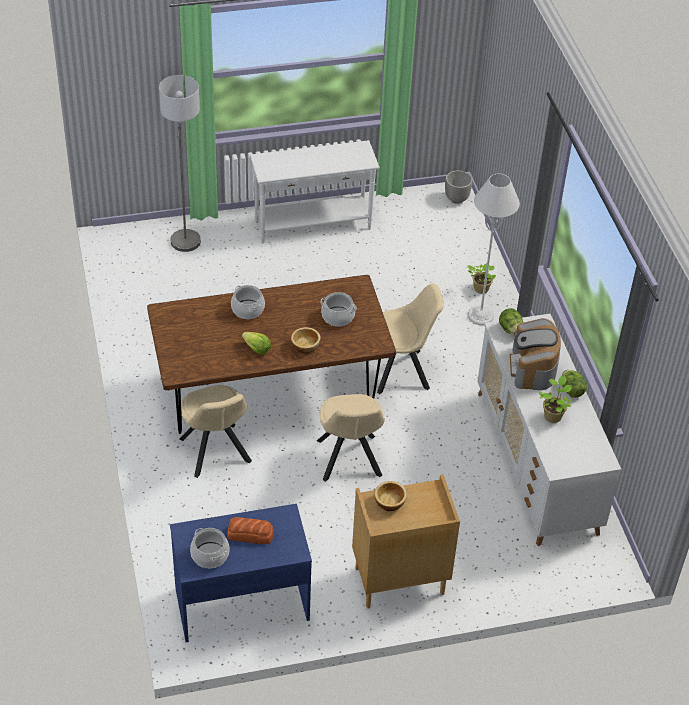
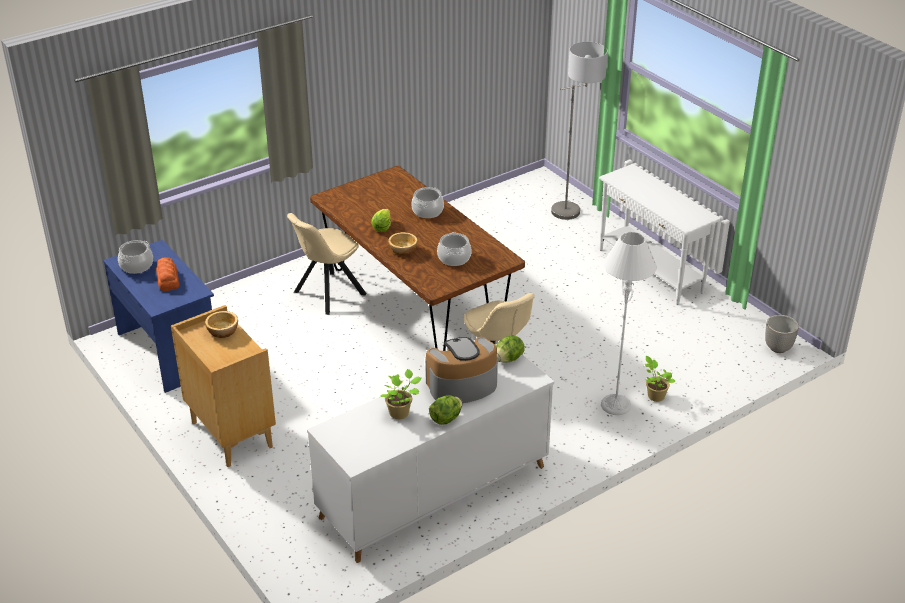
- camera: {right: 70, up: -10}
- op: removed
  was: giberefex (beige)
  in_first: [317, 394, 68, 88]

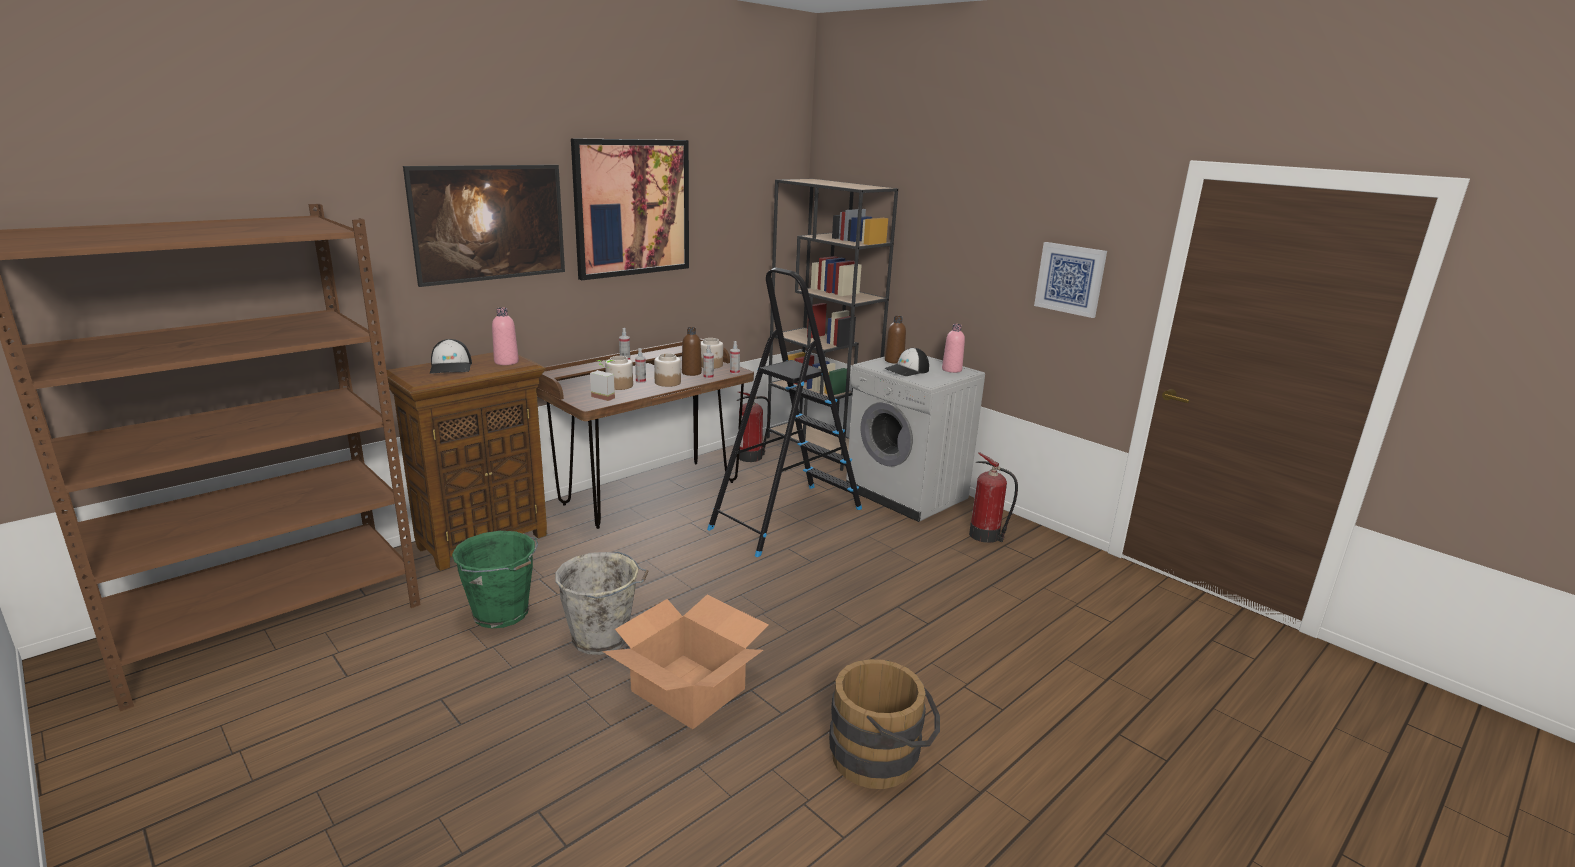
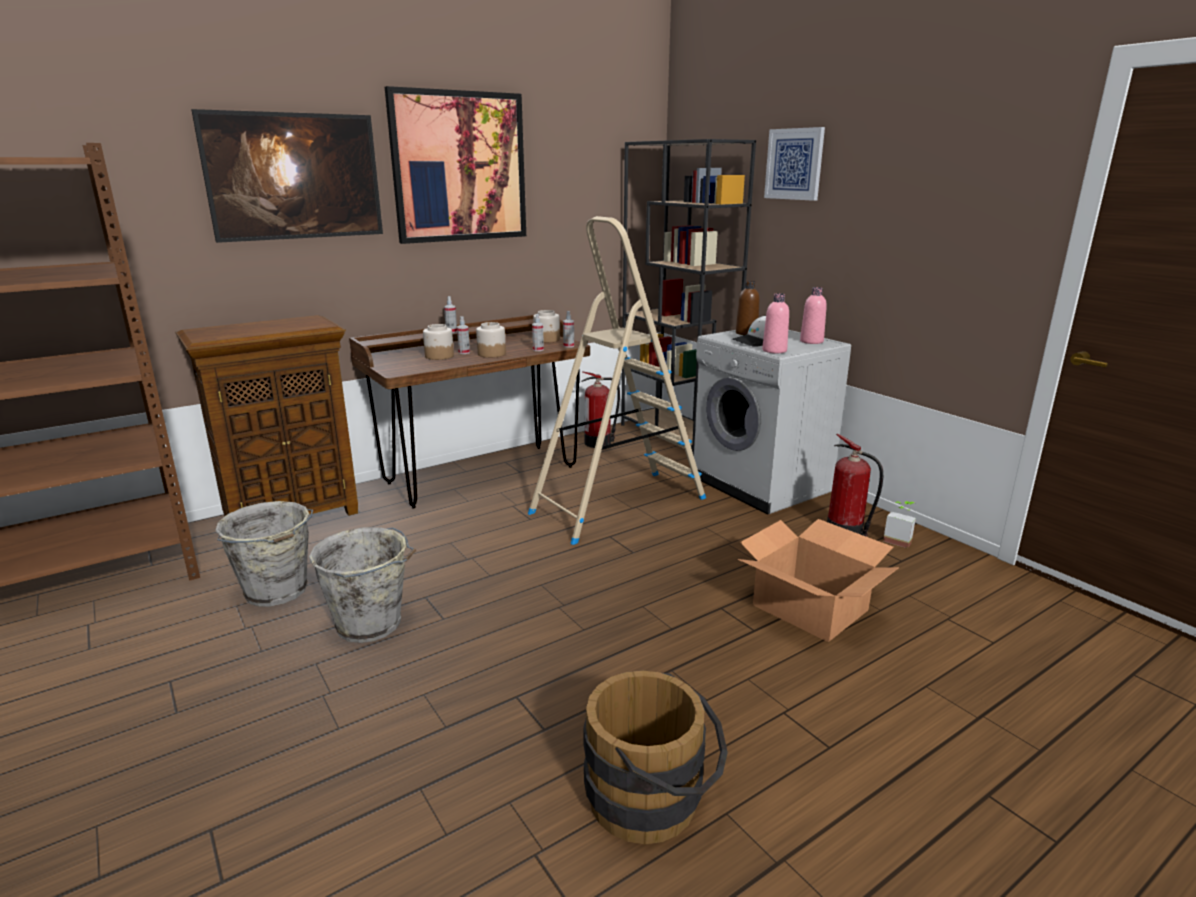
- camera: {right: 10, up: 0}
- op: recoloured
  was: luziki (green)
  now: luziki (grey)
  in_first: [452, 531, 86, 97]
  in_second: [215, 501, 98, 106]
- op: recoloured
  was: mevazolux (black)
  now: mevazolux (beige)
  in_first: [707, 268, 155, 289]
  in_second: [528, 216, 178, 329]
- op: moved
  was: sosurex
  in_first: [602, 595, 167, 134]
  in_second: [738, 519, 161, 123]
- op: moved
  was: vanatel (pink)
  in_first: [492, 308, 27, 57]
  in_second: [762, 293, 27, 60]
- op: moved
  was: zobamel
  in_first: [1034, 242, 73, 76]
  in_second: [764, 127, 61, 74]
- op: moved
  was: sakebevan
  in_first: [590, 360, 25, 41]
  in_second: [883, 501, 33, 47]
- op: removed
  was: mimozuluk
  in_first: [430, 339, 42, 34]
- op: removed
  was: vanatel (brown)
  in_first: [682, 327, 20, 49]

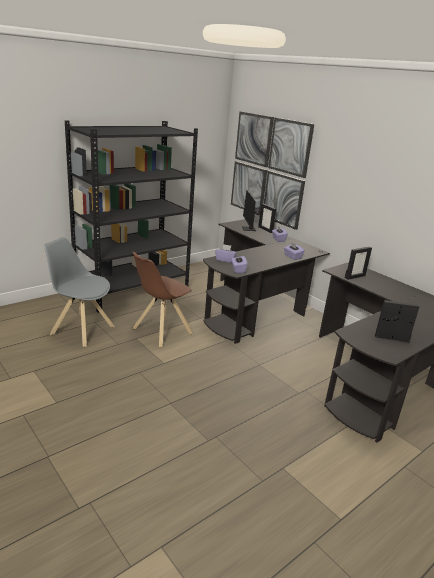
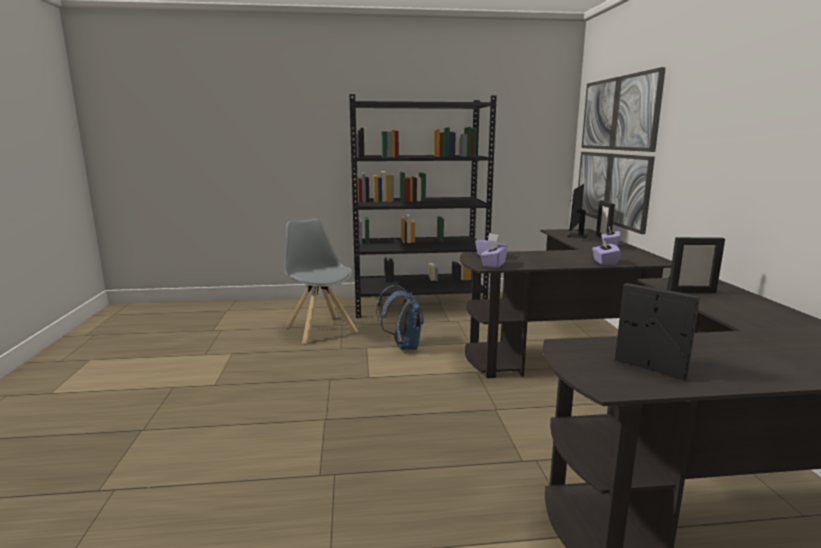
- camera: {right: 35, up: -10}
- op: replaced
  was: giberefex (brown)
  now: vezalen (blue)
  in_first: [132, 252, 61, 95]
  in_second: [376, 285, 48, 65]

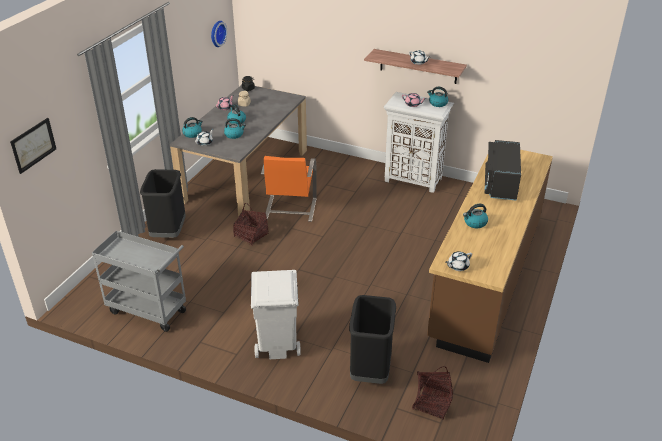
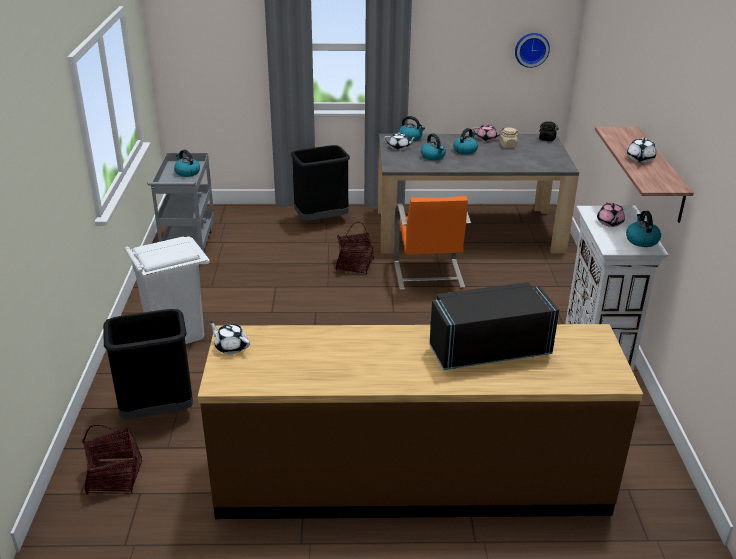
- camera: {right: 65, up: -5}
- op: moved
  was: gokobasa
  in_first: [463, 204, 25, 24]
  in_second: [174, 150, 26, 27]
- op: turned
  was: giberefex (orange)
  in_first: [261, 156, 56, 66]
  in_second: [394, 196, 77, 94]
  clockwise: -75
- op: removed
  was: zobamel
  in_first: [10, 118, 46, 56]

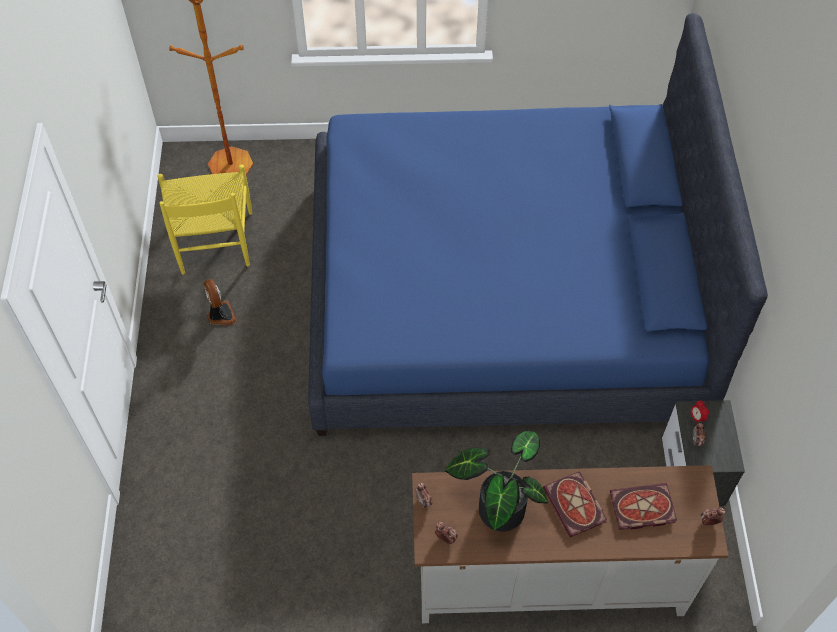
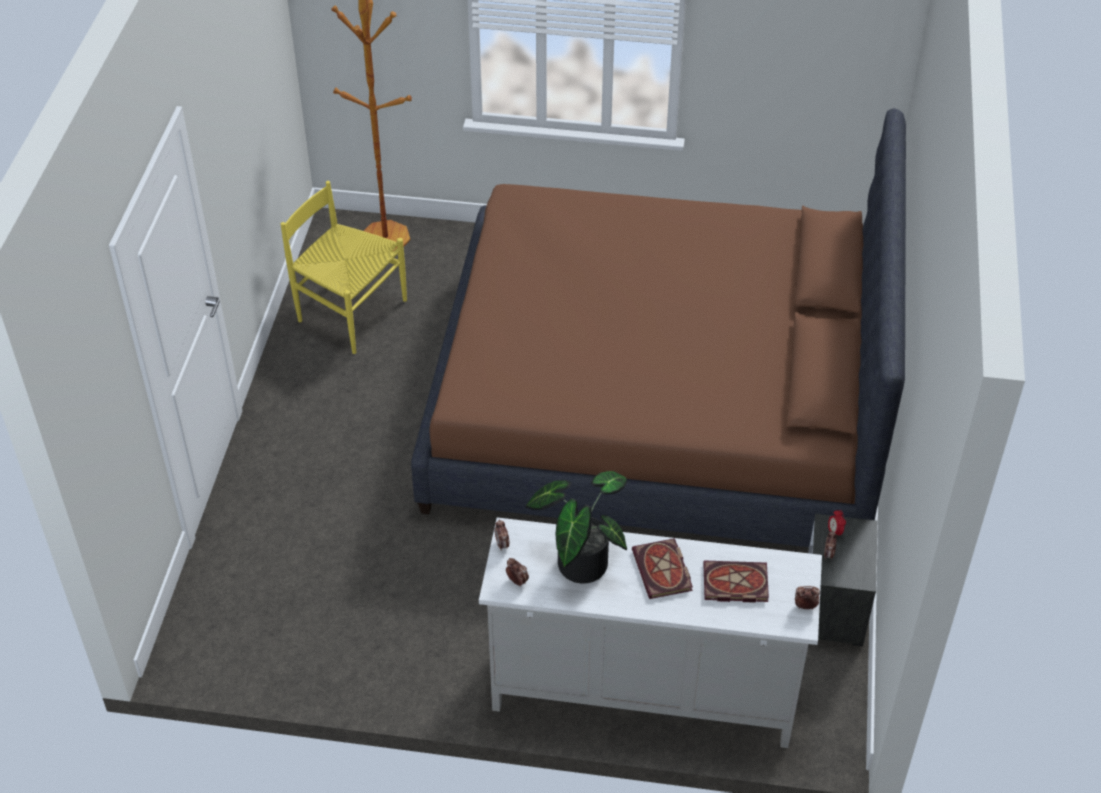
- camera: {right: 10, up: -10}
- op: turned
  was: giberefex (yellow)
  in_first: [157, 164, 95, 110]
  in_second: [281, 181, 126, 173]
  clockwise: 120
- op: recoloured
  was: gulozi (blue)
  now: gulozi (brown)
  in_first: [308, 13, 460, 423]
  in_second: [411, 108, 495, 439]
- op: recoloured
  was: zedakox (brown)
  now: zedakox (white)
  in_first: [412, 465, 317, 158]
  in_second: [479, 518, 343, 230]
- op: removed
  was: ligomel
  in_first: [204, 279, 33, 46]

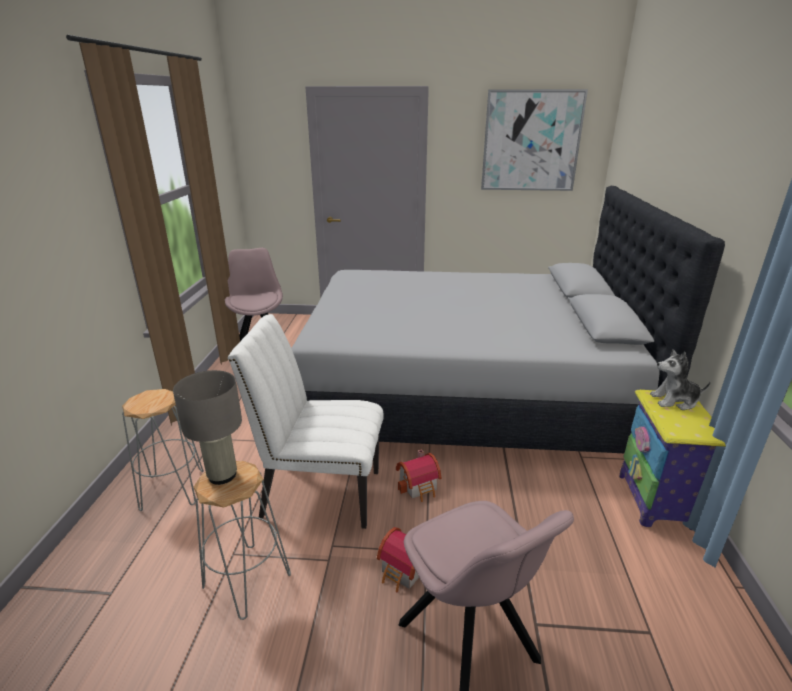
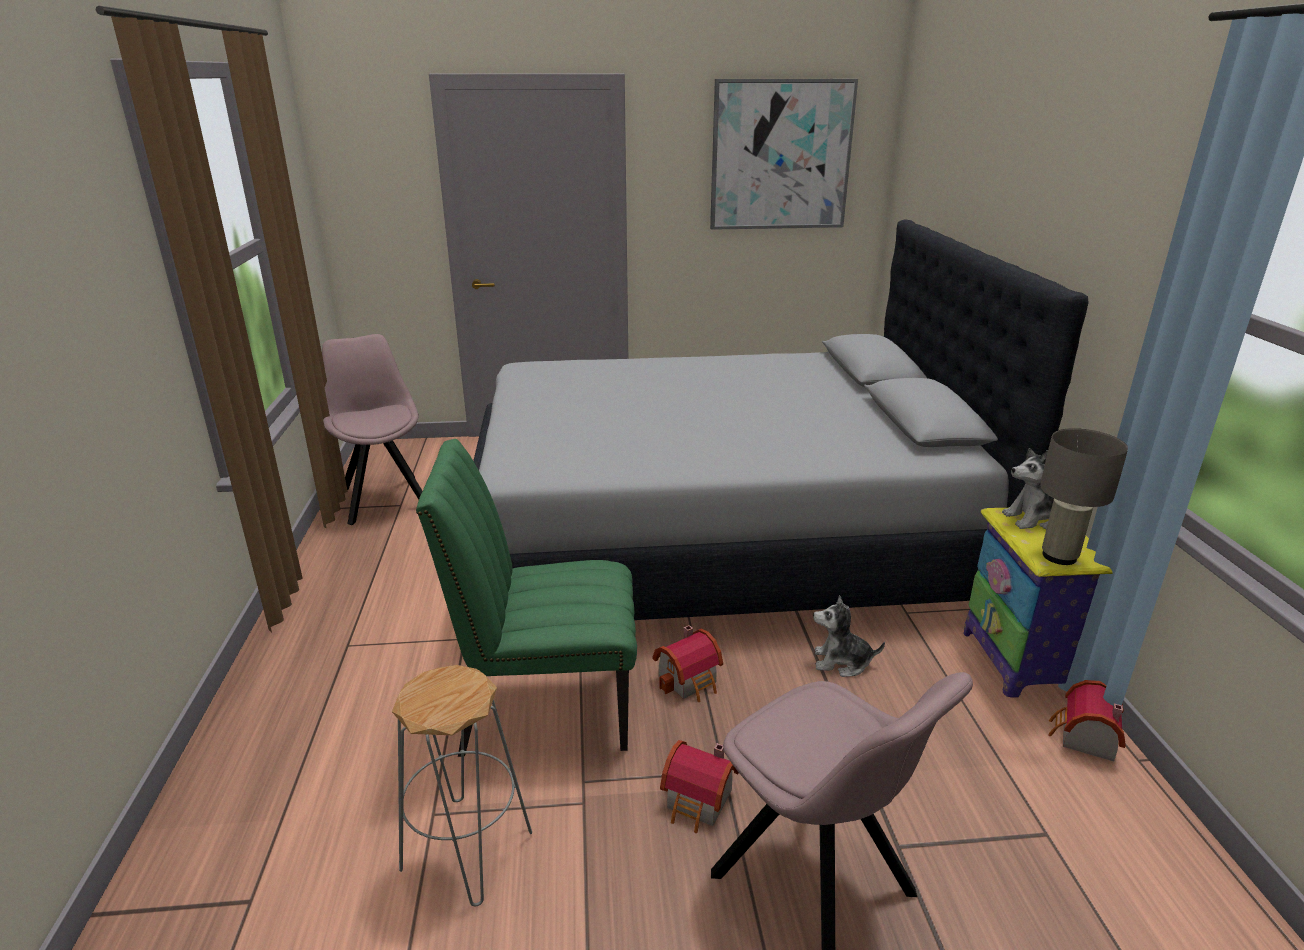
- camera: {right: -10, up: 0}
- op: recoloured
  was: giberefex (white)
  now: giberefex (green)
  in_first: [228, 314, 156, 215]
  in_second: [416, 439, 221, 318]
- op: added
  now: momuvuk
  in_second: [813, 595, 72, 82]
- op: moved
  was: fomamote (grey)
  in_first: [173, 370, 69, 115]
  in_second: [1040, 428, 88, 137]
- op: added
  now: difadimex
  in_second: [1048, 680, 78, 81]
- op: removed
  was: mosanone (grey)
  in_first: [122, 389, 82, 122]

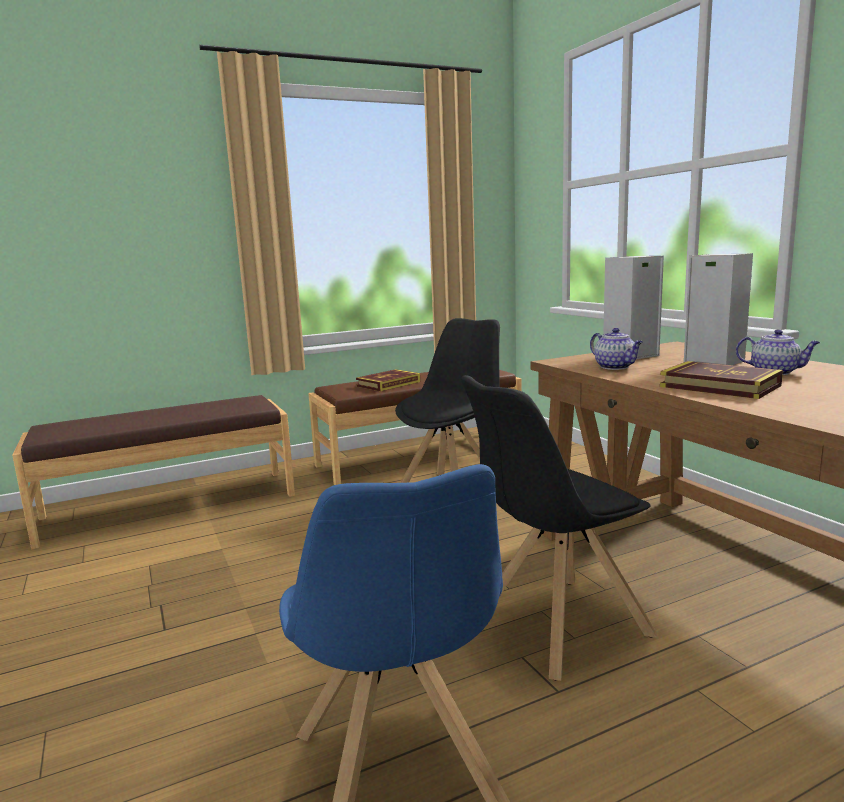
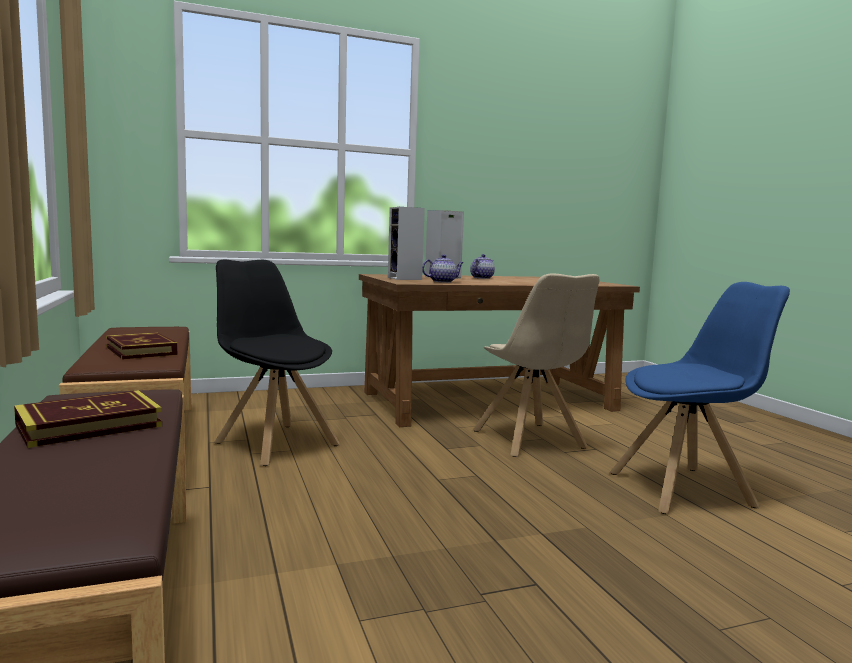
- camera: {right: -85, up: -5}
- op: moved
  was: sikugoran
  in_first: [660, 361, 123, 38]
  in_second: [14, 390, 148, 58]
- op: recoloured
  was: giberefex (black)
  now: giberefex (beige)
  in_first: [461, 375, 196, 306]
  in_second: [472, 274, 128, 183]

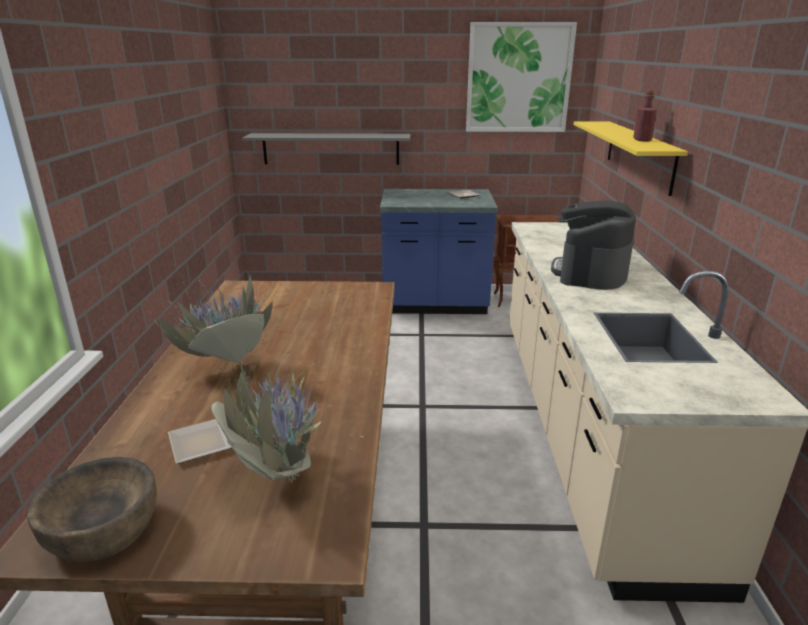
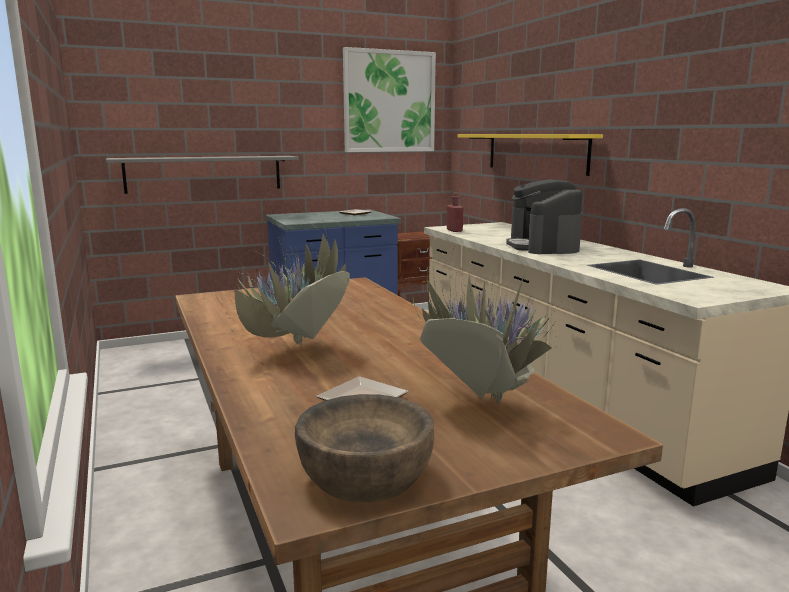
- camera: {right: -25, up: -10}
- op: moved
  was: vanatel (red)
  in_first: [633, 91, 24, 50]
  in_second: [447, 193, 17, 39]

